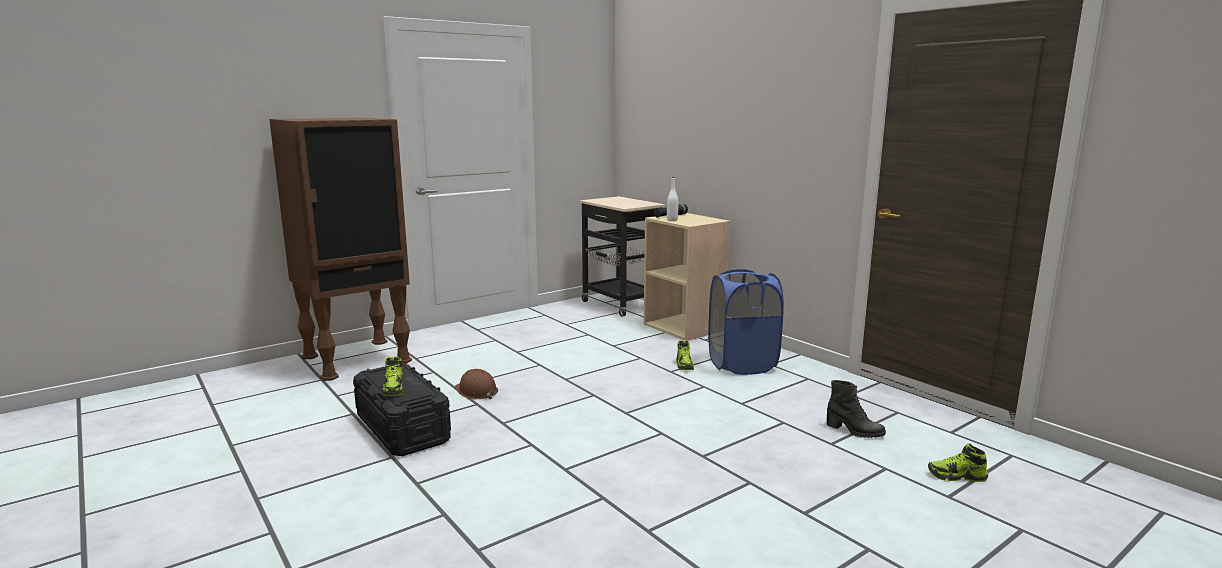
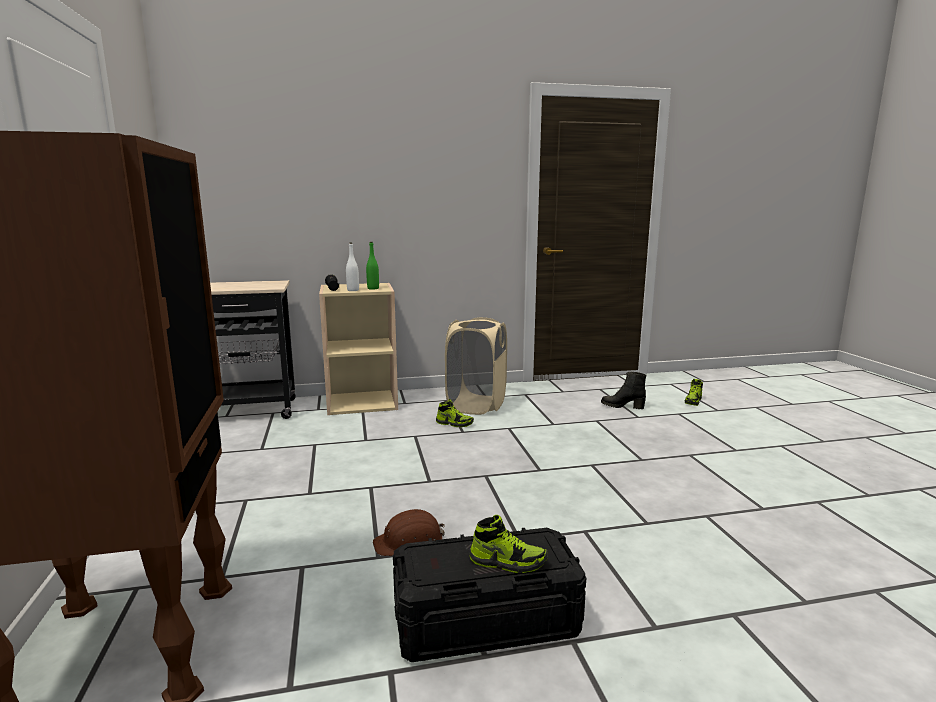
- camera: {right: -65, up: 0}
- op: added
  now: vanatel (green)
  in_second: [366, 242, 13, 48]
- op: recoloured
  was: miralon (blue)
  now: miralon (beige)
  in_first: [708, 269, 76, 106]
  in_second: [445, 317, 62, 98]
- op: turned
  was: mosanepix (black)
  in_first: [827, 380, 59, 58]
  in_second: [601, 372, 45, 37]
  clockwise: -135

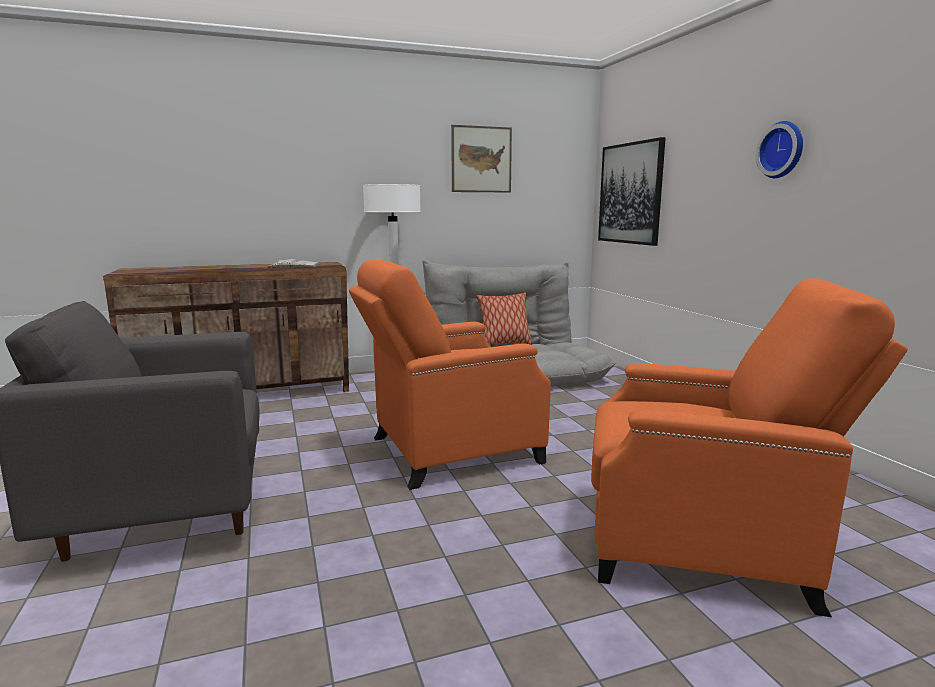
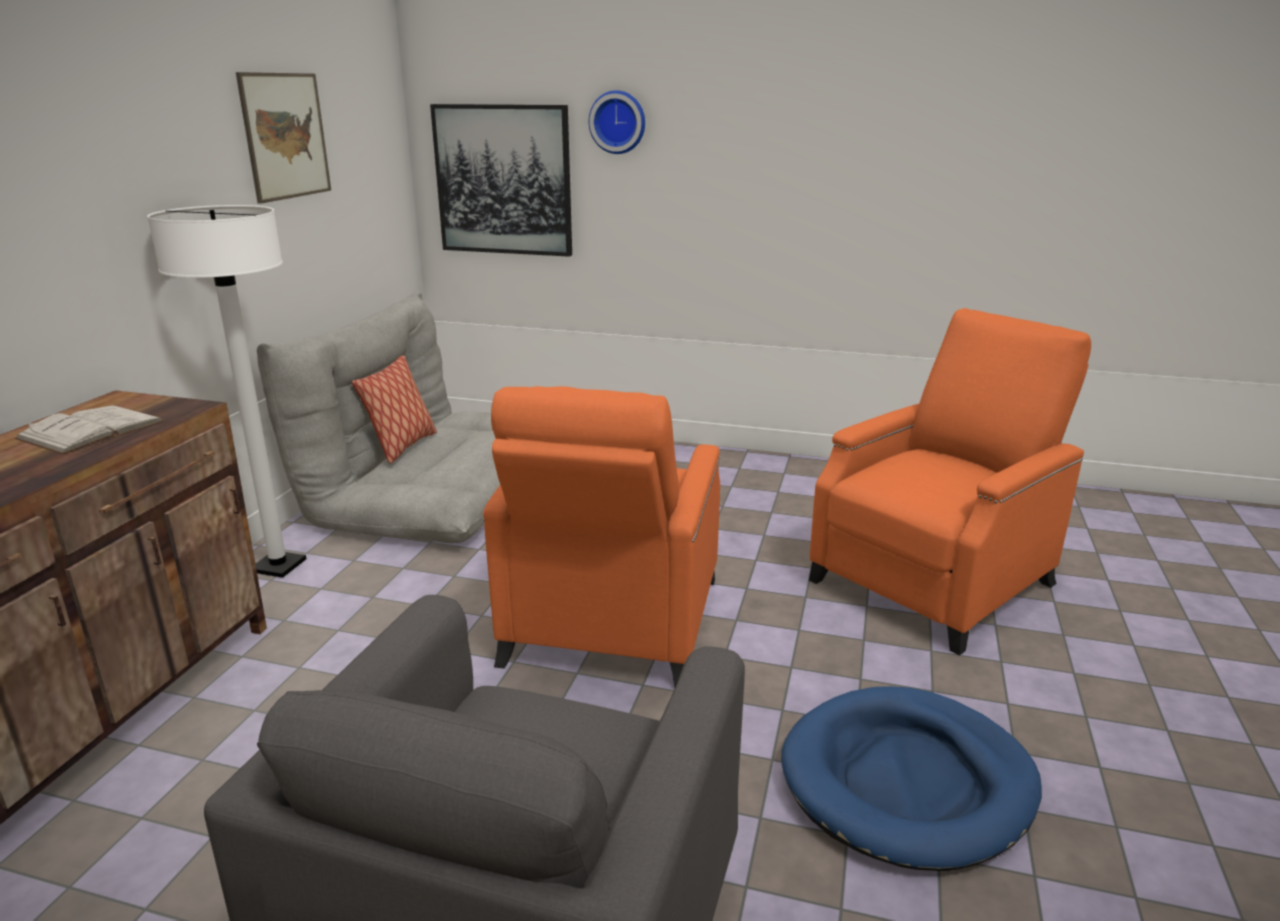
- camera: {right: -55, up: 10}
- op: moved
  was: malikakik
  in_first: [756, 121, 47, 57]
  in_second: [589, 90, 56, 64]
- op: added
  now: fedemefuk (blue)
  in_second: [781, 686, 261, 185]

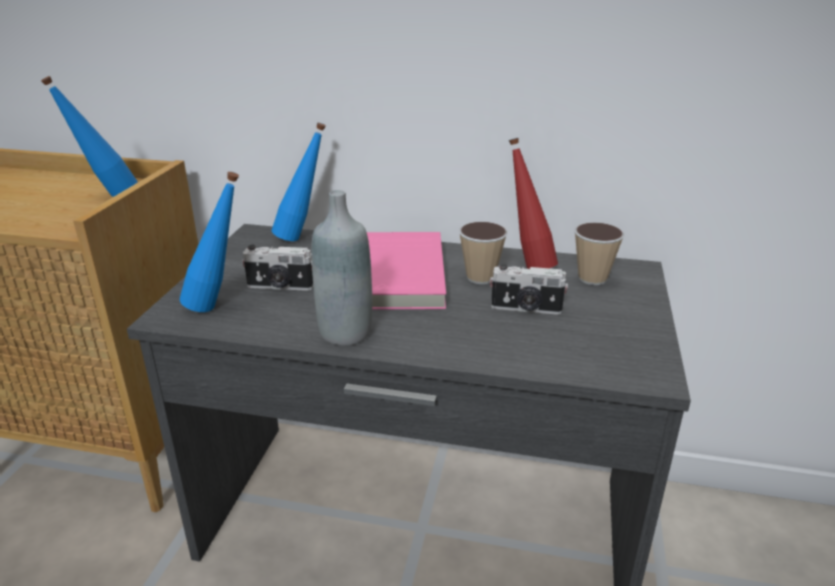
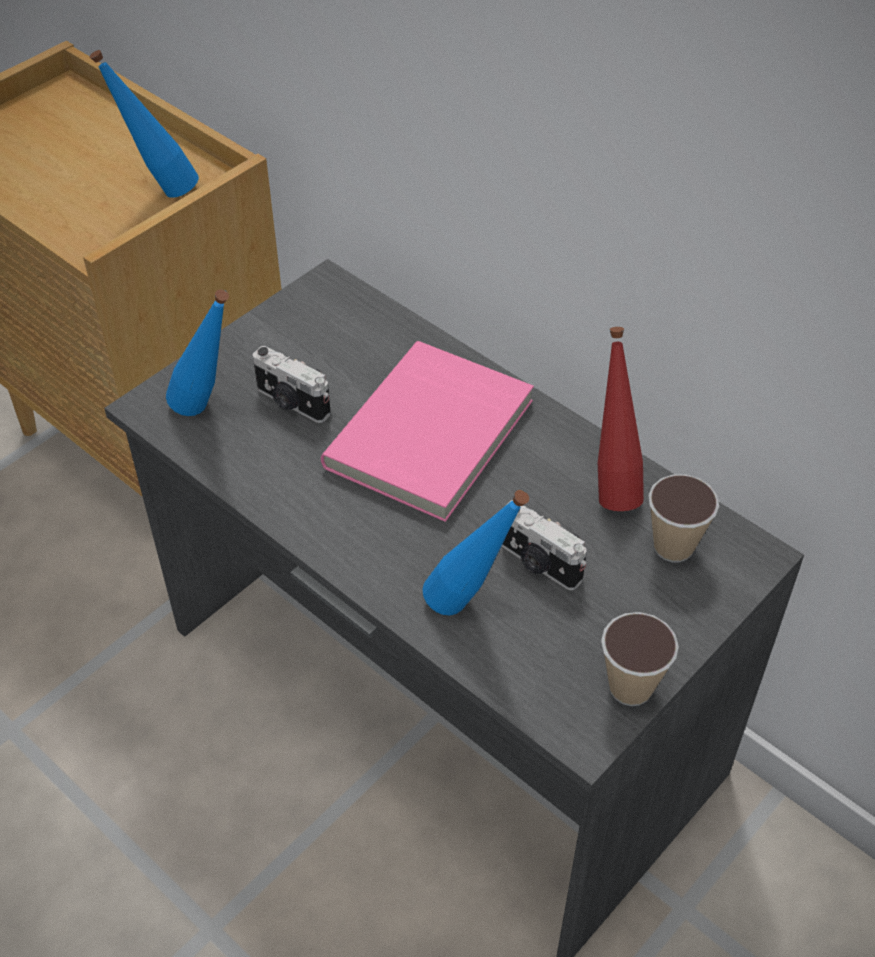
- camera: {right: 30, up: 20}
- op: moved
  was: vanatel (blue)
  in_first: [272, 123, 54, 118]
  in_second: [423, 490, 106, 125]
- op: moved
  was: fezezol
  in_first: [459, 221, 48, 63]
  in_second: [601, 612, 78, 94]
- op: removed
  was: vanatel (grey)
  in_first: [311, 190, 61, 156]

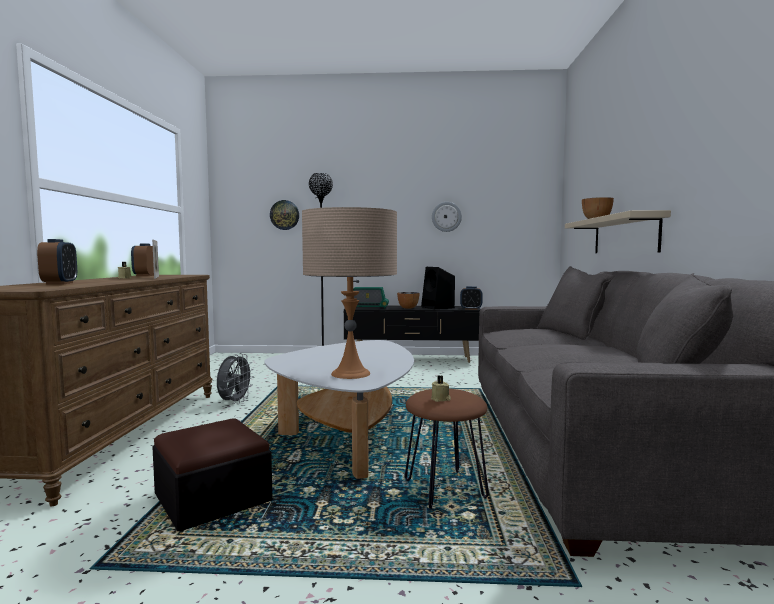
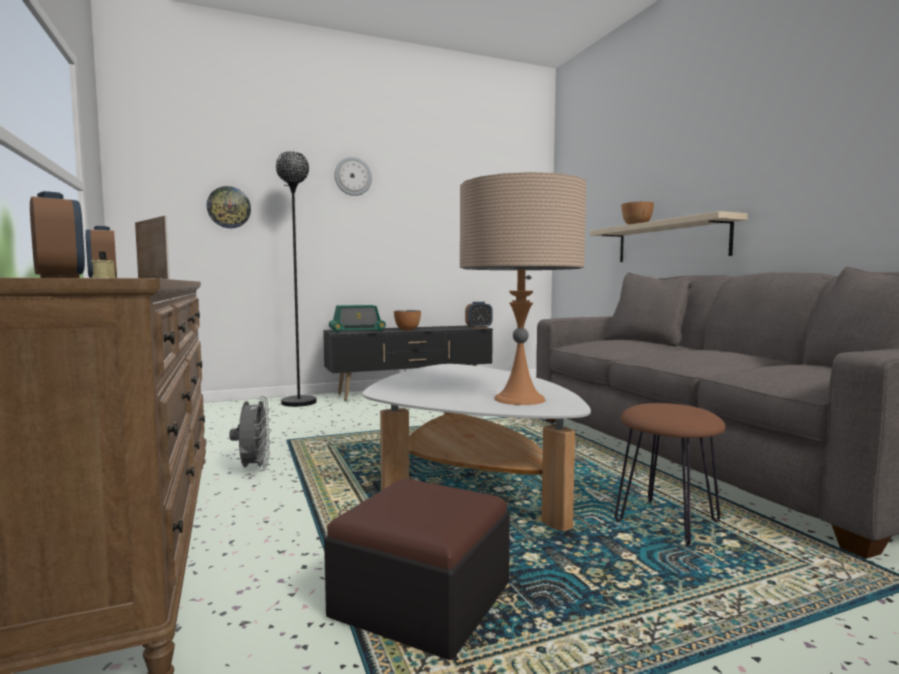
- camera: {right: -25, up: 0}
- op: moved
  was: malikakik
  in_first: [432, 202, 30, 30]
  in_second: [334, 157, 38, 39]
- op: removed
  was: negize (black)
  in_first: [421, 267, 34, 42]
- op: removed
  was: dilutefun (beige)
  in_first: [431, 375, 20, 27]

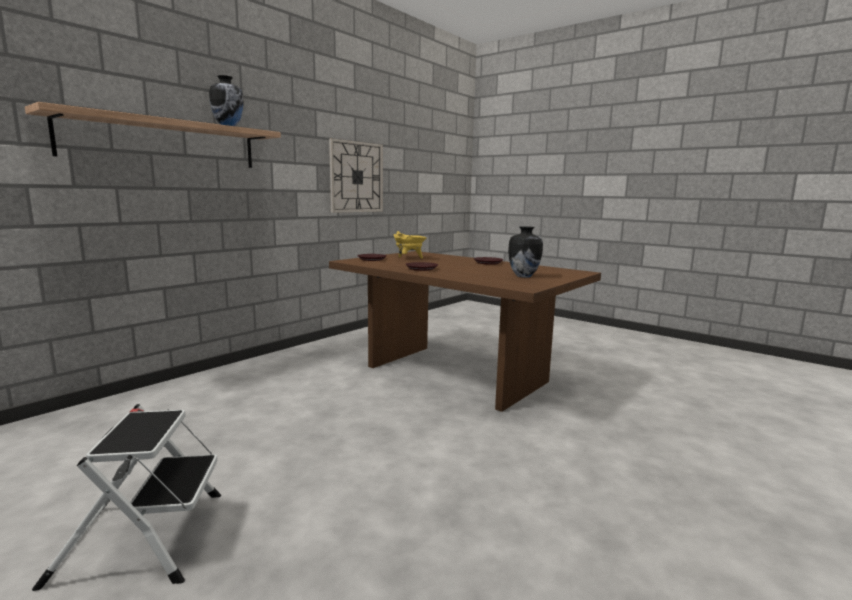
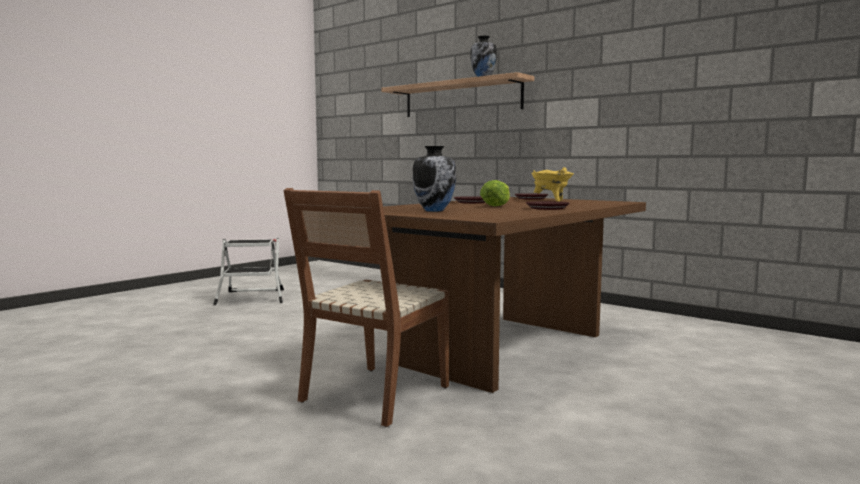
- camera: {right: 90, up: -5}
- op: added
  now: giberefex
  in_second: [284, 188, 165, 239]
- op: added
  now: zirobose
  in_second: [480, 180, 30, 27]
- op: removed
  was: malikakik
  in_first: [329, 138, 54, 75]

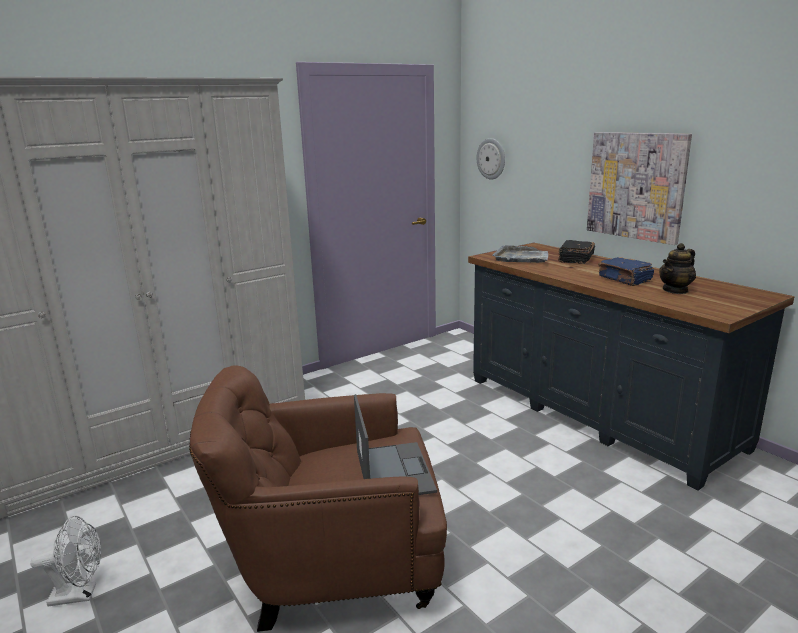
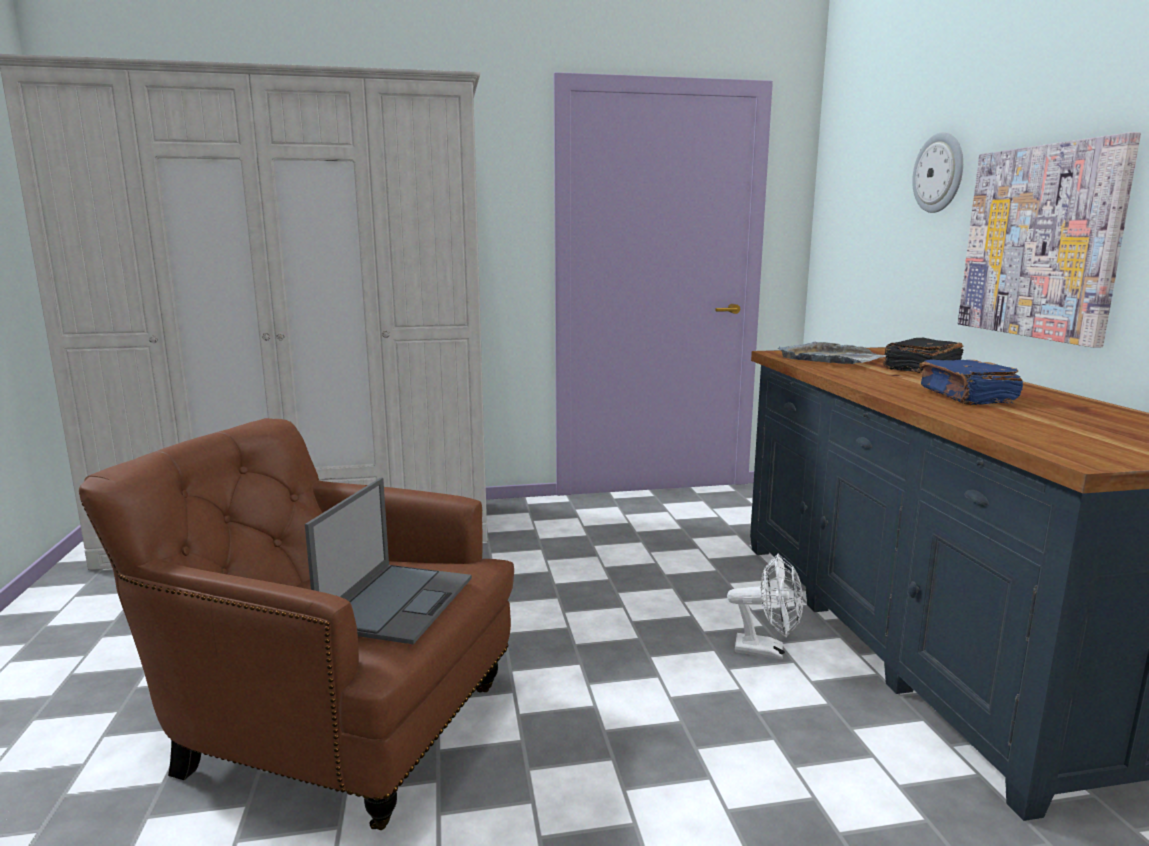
- camera: {right: 25, up: -5}
- op: moved
  was: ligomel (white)
  in_first: [30, 516, 71, 90]
  in_second: [727, 554, 76, 105]
- op: moved
  was: malikakik
  in_first: [477, 138, 28, 42]
  in_second: [912, 132, 51, 81]
- op: removed
  was: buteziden
  in_first: [659, 243, 37, 51]

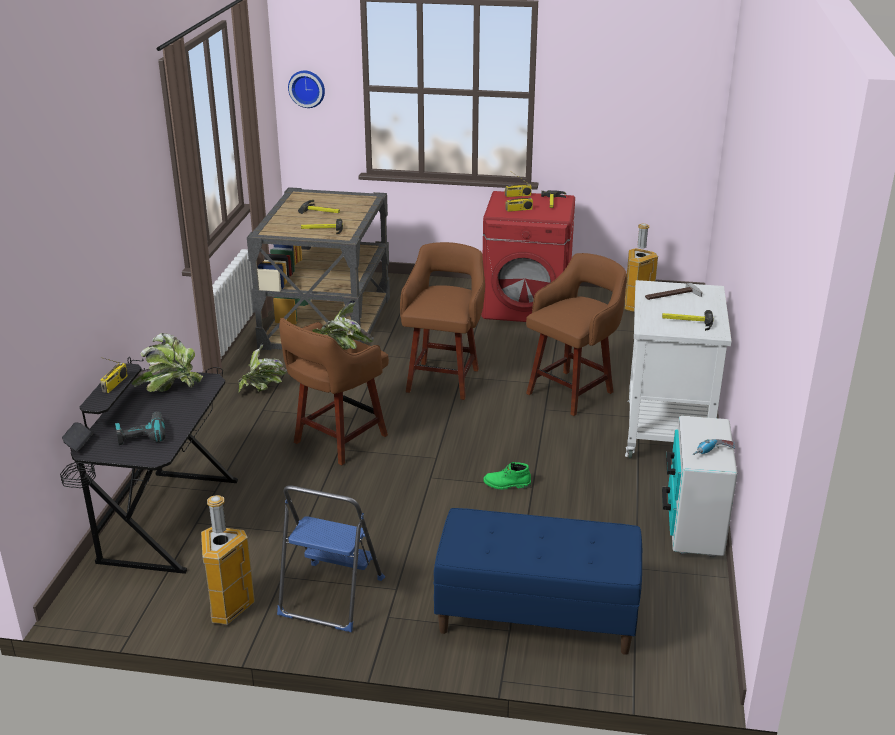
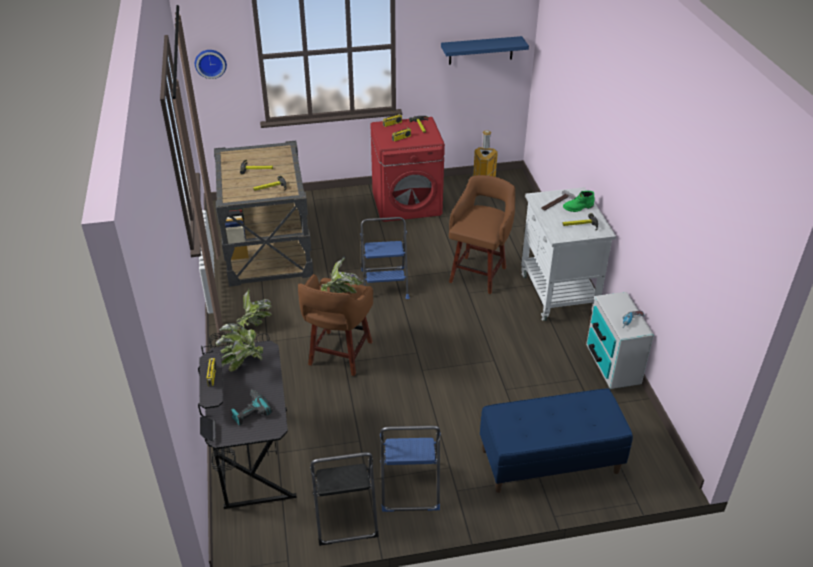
- camera: {right: -20, up: 10}
- op: replaced
  was: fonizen
  now: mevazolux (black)
  in_first: [201, 495, 54, 130]
  in_second: [310, 452, 69, 94]
- op: replaced
  was: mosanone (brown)
  now: mevazolux (blue)
  in_first: [400, 242, 85, 158]
  in_second: [360, 217, 50, 82]
- op: added
  now: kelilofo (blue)
  in_second: [441, 36, 88, 29]
- op: moved
  was: mosanepix (green)
  in_first: [483, 462, 48, 28]
  in_second: [563, 191, 32, 21]

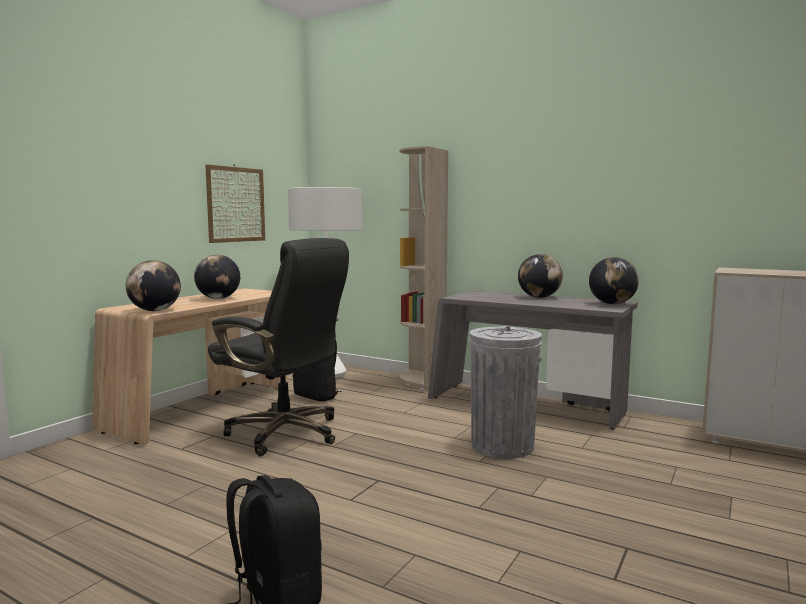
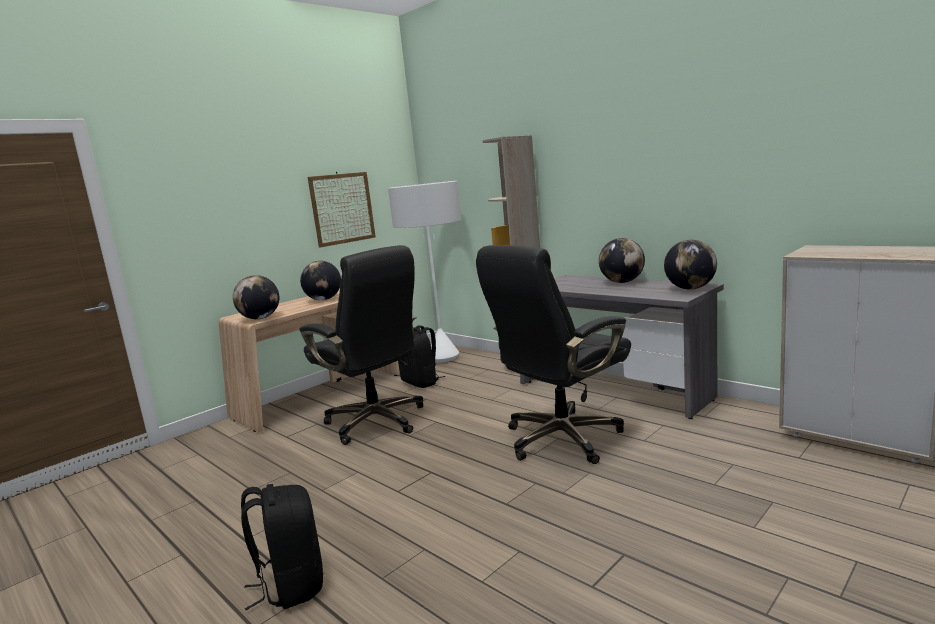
- camera: {right: 15, up: 5}
- op: replaced
  was: fonizen (grey)
  now: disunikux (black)
  in_first: [469, 326, 73, 133]
  in_second: [476, 245, 155, 219]

